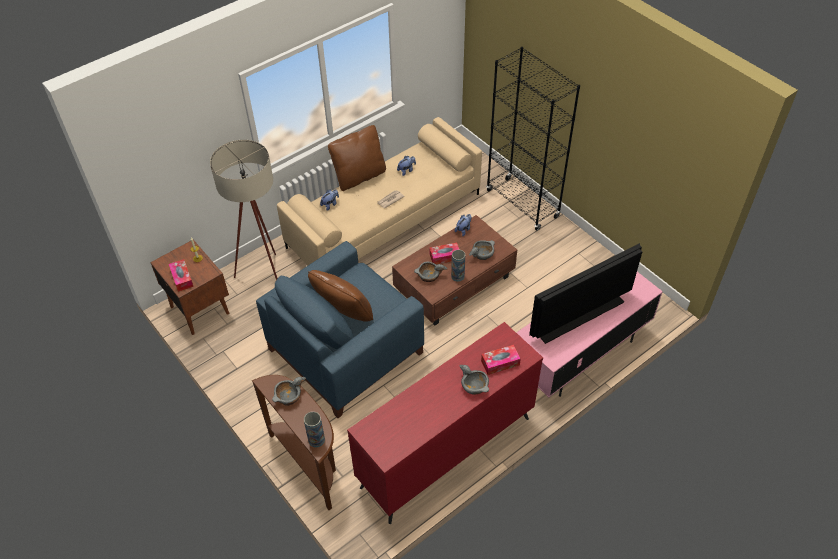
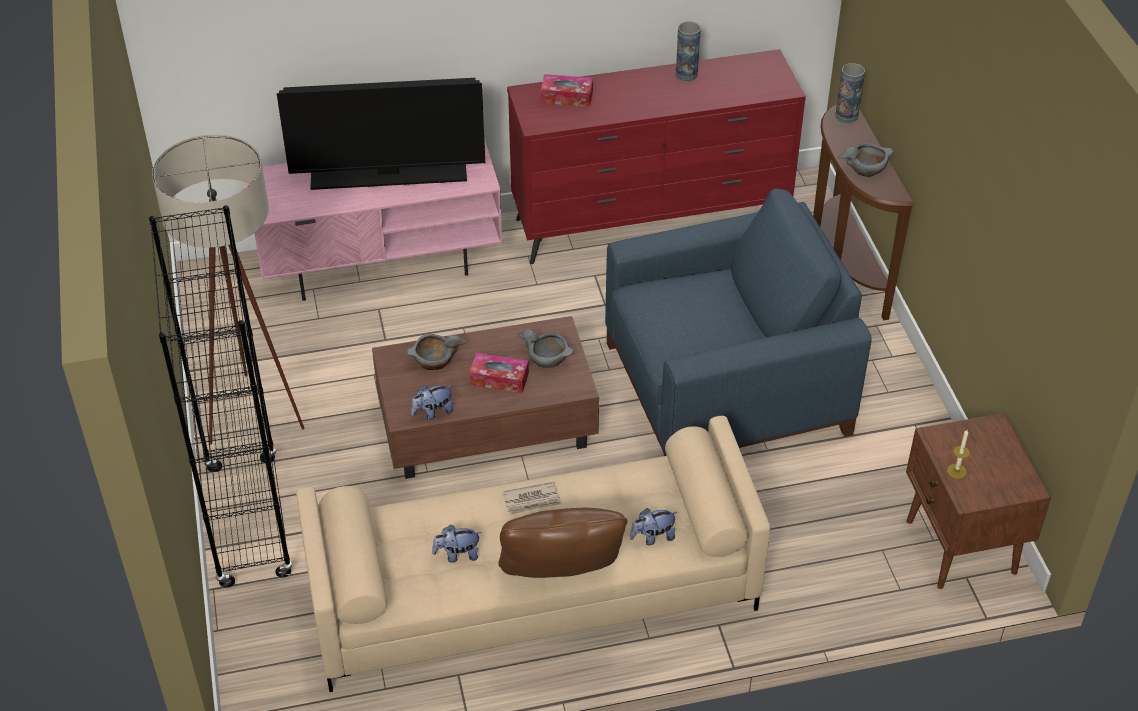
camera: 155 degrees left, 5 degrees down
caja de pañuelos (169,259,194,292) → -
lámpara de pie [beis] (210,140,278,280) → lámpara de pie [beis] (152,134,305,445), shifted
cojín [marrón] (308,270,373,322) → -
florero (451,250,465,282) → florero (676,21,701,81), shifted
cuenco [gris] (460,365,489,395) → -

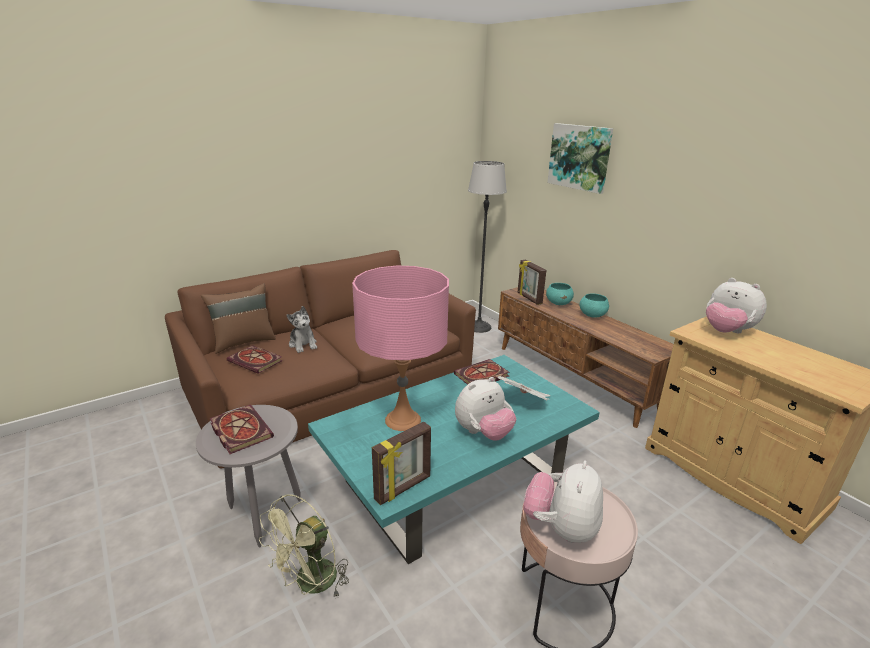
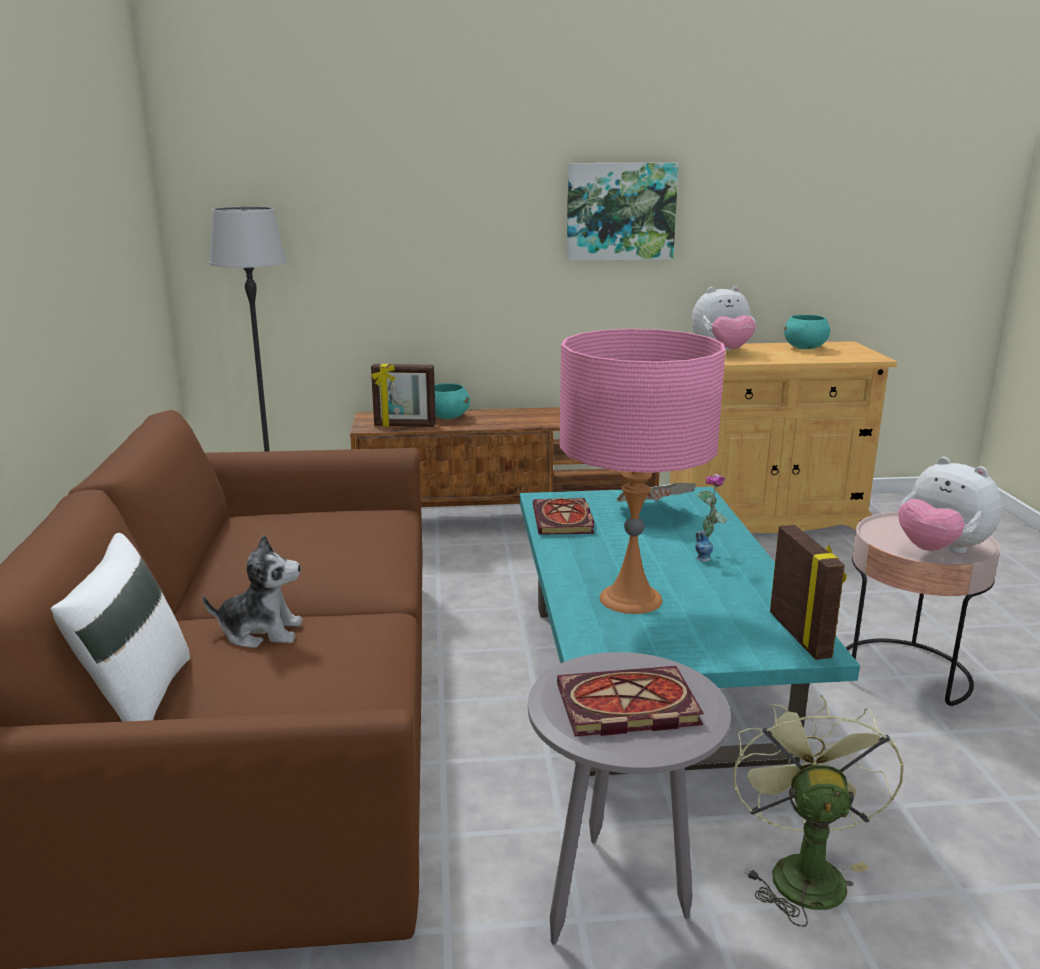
camera: 60 degrees left, 5 degrees down
cojín [marrón] (201,283,276,354) → cojín [blanco] (51,533,190,722)
libro (227,345,283,374) → -
ventilador [verde] (259,494,349,597) → ventilador [verde] (733,695,904,927), 150 degrees counterclockwise
peluche (455,377,516,441) → florero (695,474,727,562)
cuadro (547,123,613,194) → cuadro (567,163,679,261), shifted
cuenco [turquesa] (580,294,609,318) → cuenco [turquesa] (784,315,830,349), shifted

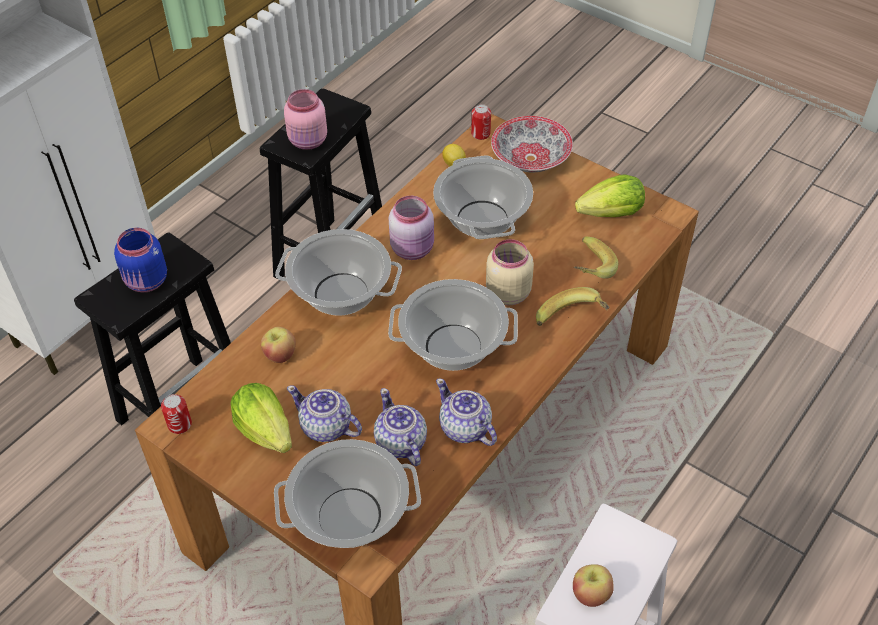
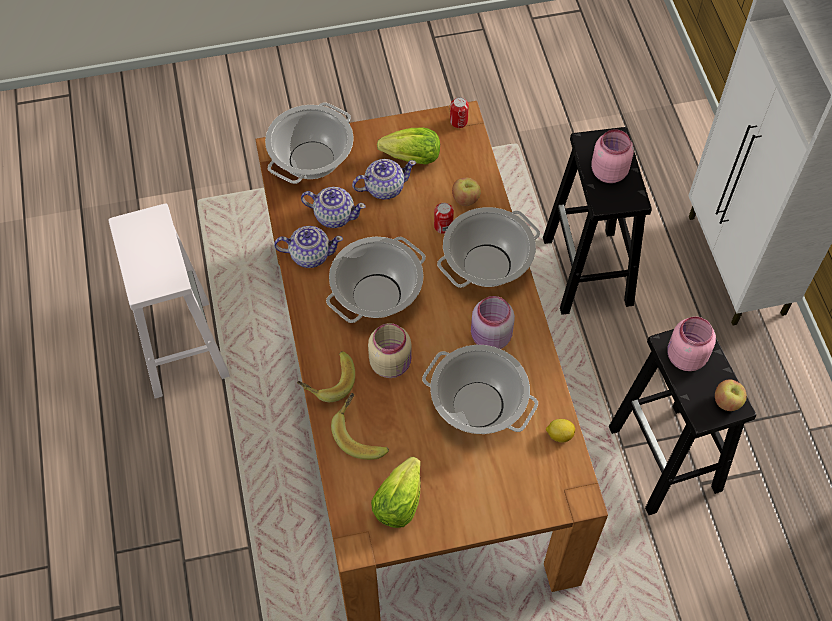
camera: 130 degrees right, 10 degrees up
tarro [azul] (114,228,167,292) → tarro [rosa] (591,129,634,183)
lata (471,104,491,140) → lata (434,203,454,234), shifted
cuenco (491,116,573,172) → -
manzana (573,564,614,607) → manzana (715,379,747,411), shifted

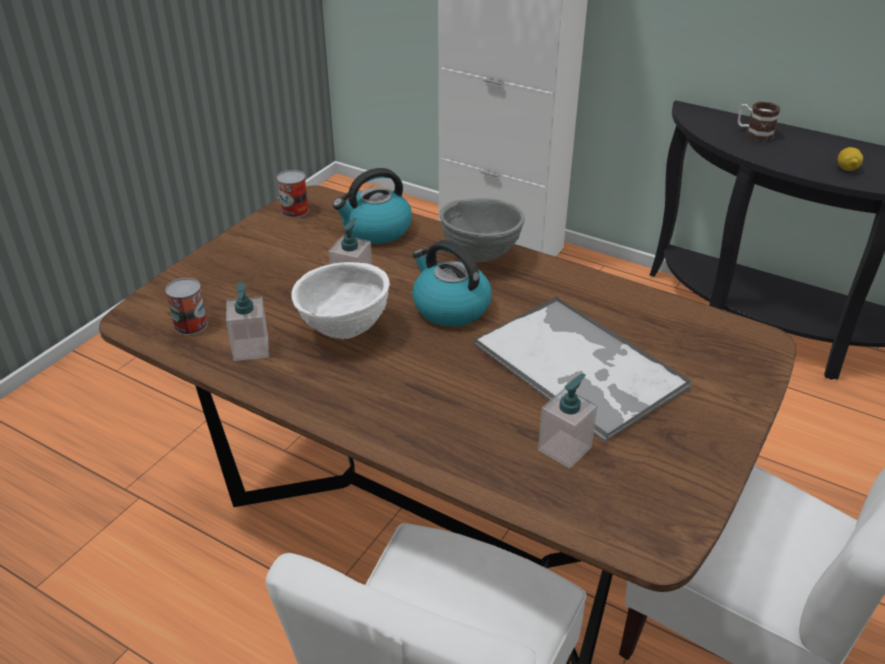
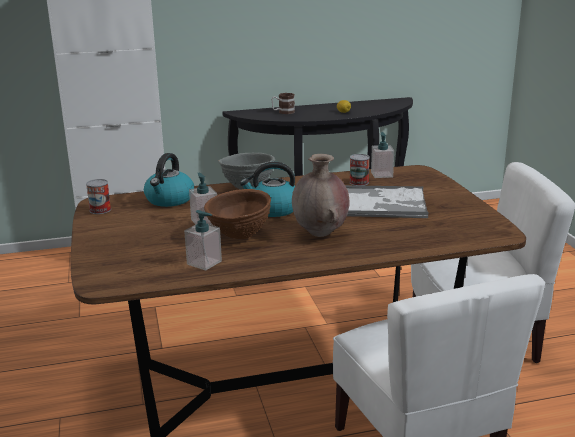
camera: 45 degrees left, 15 degrees down
lata (165,278,208,335) → lata (349,154,370,186), shifted
cuenco [blanco] (291,262,390,340) → cuenco [marrón] (204,189,271,239)
dispensador de jabón (538,373,598,468) → dispensador de jabón (371,132,394,178), shifted
- → florero [marrón] (292,154,349,237)

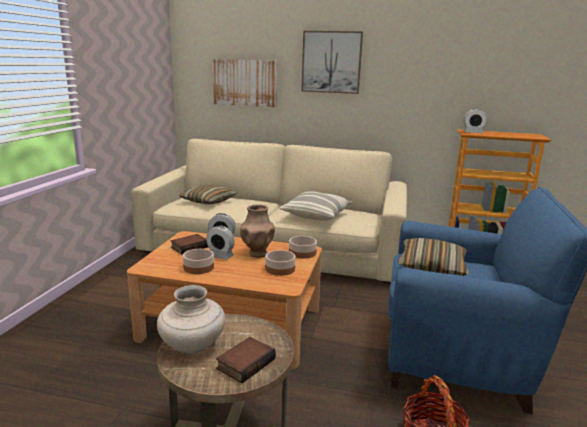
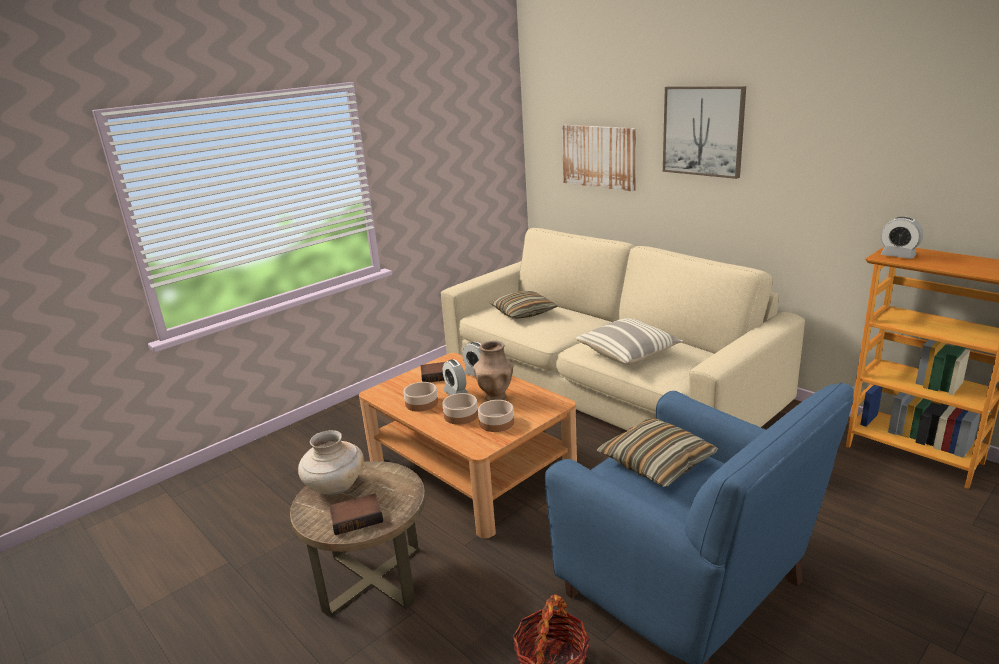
camera: 35 degrees right, 5 degrees up
cuenco (289,236,317,259) → cuenco (443,393,478,425), shifted

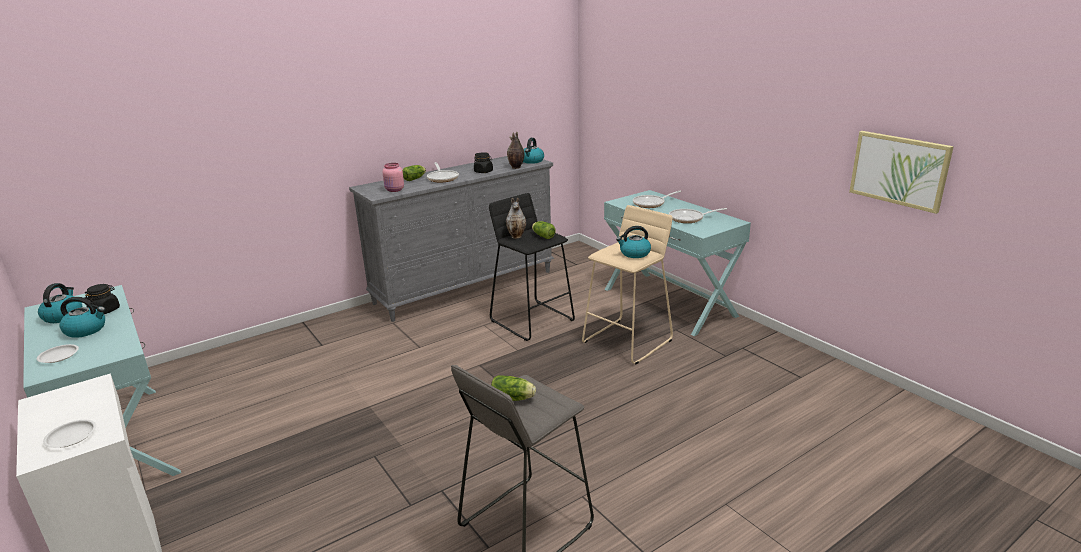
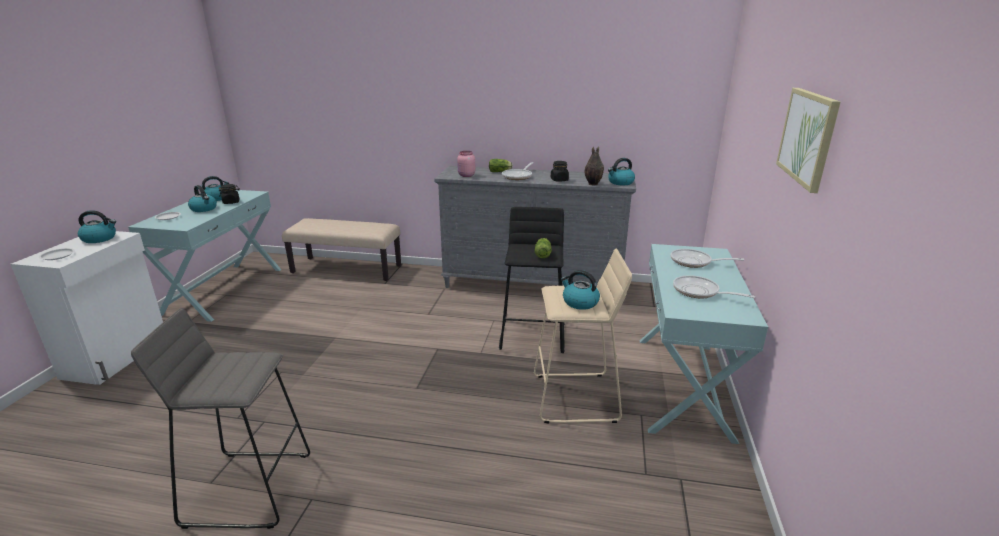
camera: 45 degrees right, 0 degrees up
lechuga (491,375,536,401) → -
florero (506,198,526,239) → -
cuadro (849,131,954,214) → cuadro (776,88,841,193), shifted
- → hervidor (78,210,116,243)
- → banco [beis] (282,218,401,281)

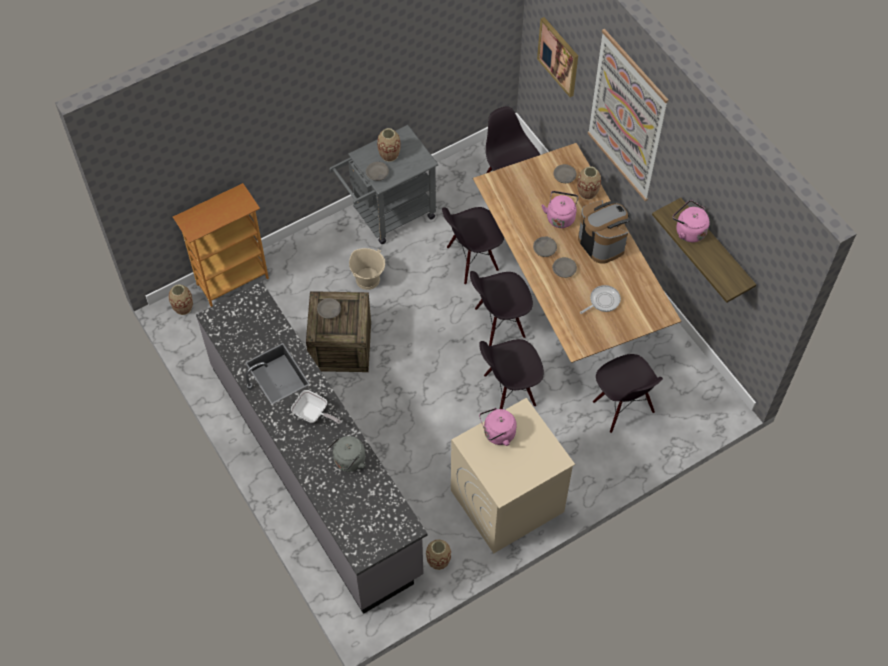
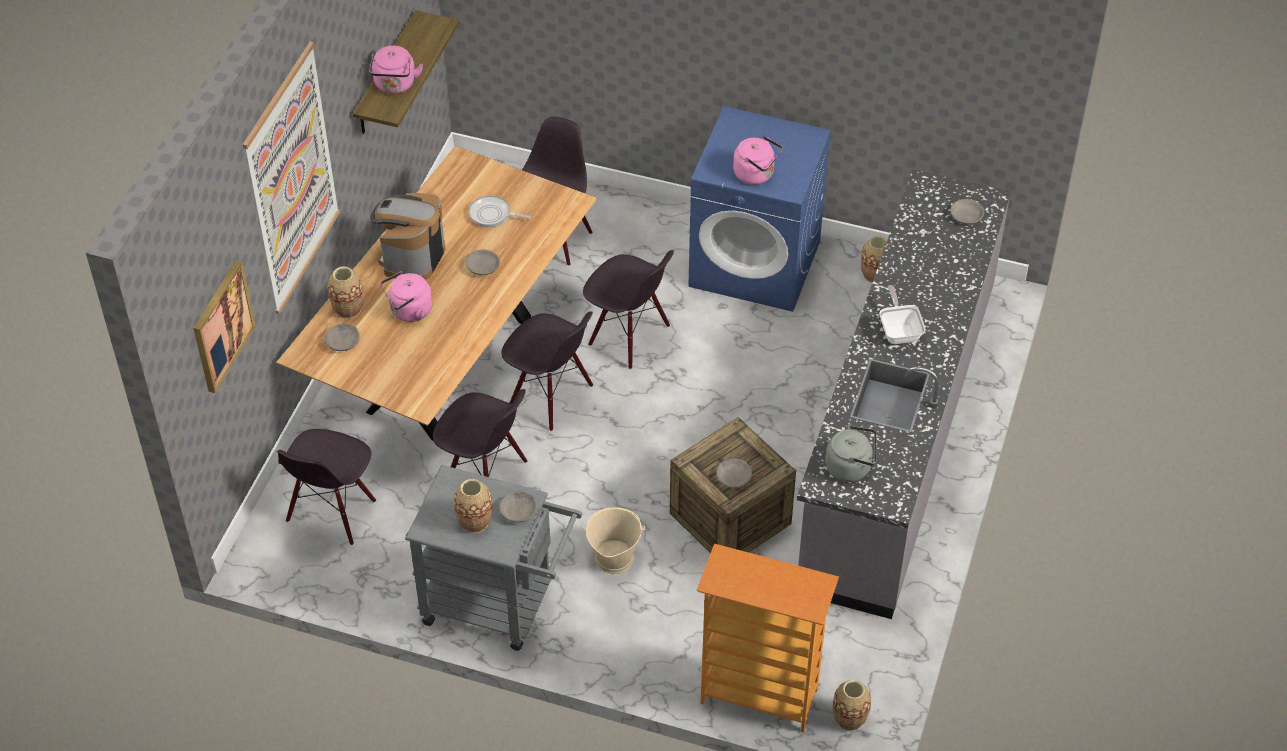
camera: 130 degrees left, 10 degrees down
hervidor [gris] (326,436,366,472) → hervidor [gris] (825,424,877,482), shifted
lavadora [beis] (451,398,575,553) → lavadora [azul] (688,106,831,312)
cuenco [gris] (533,236,557,257) → cuenco [gris] (950,199,984,225), shifted

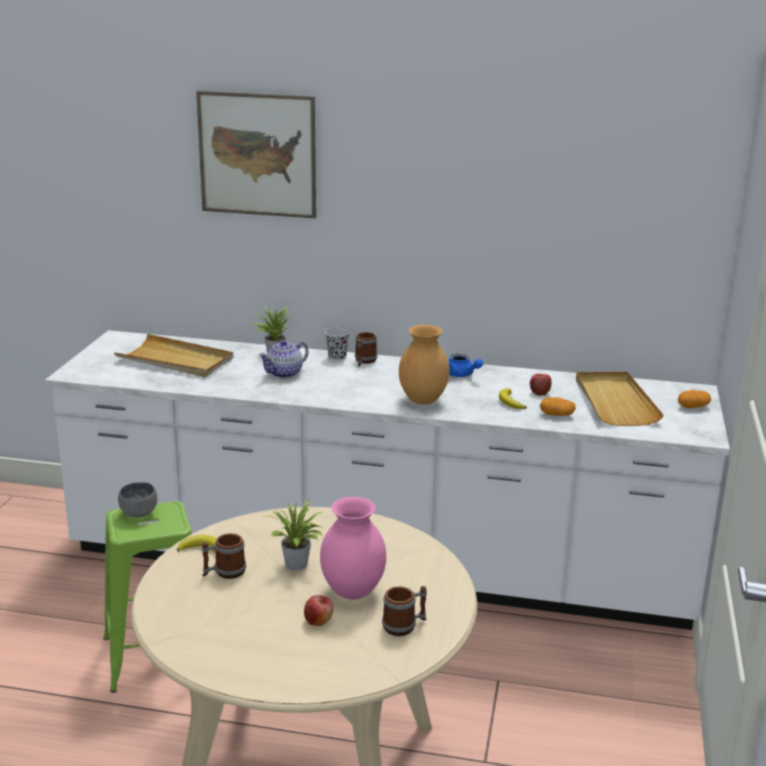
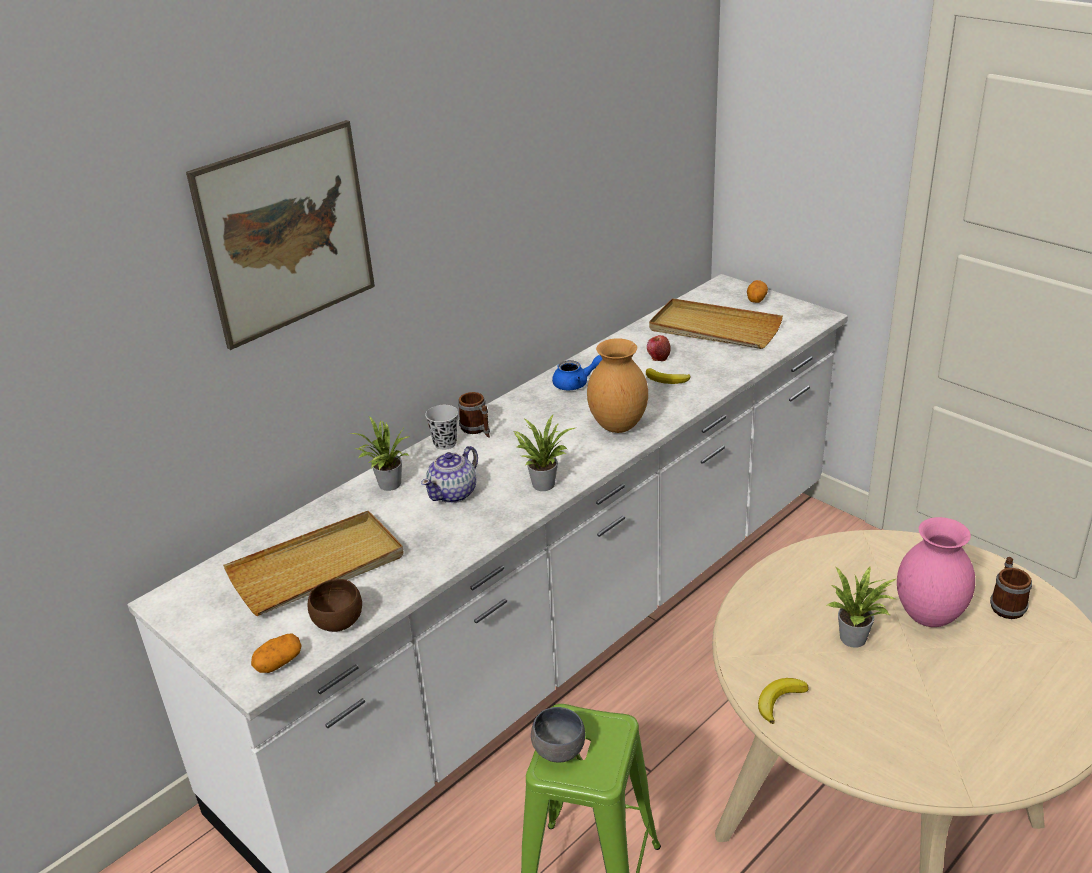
camera: 55 degrees left, 10 degrees up
taza grande (202,533,246,579) → -
tetera (259,340,309,378) → tetera (421,446,478,503), 45 degrees clockwise
manzana (304,595,333,626) → -
patata (540,397,576,416) → patata (251,633,302,673), shifted
- → cuenco [marrón] (308,579,362,632)
- → planta en maceta (514,415,575,491)

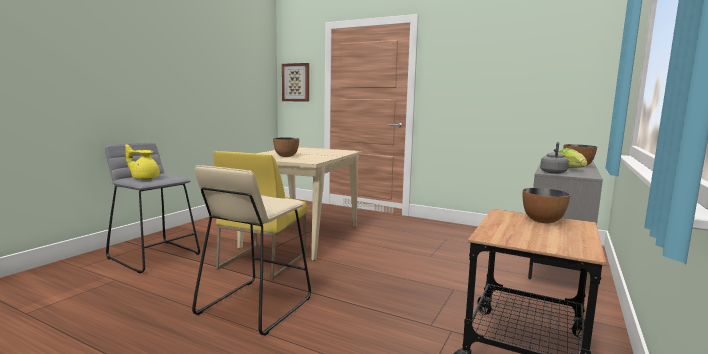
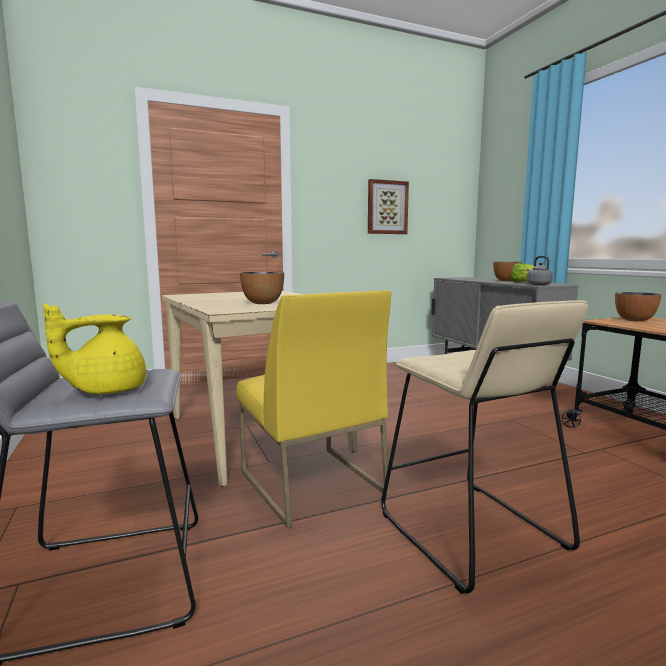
camera: 50 degrees left, 0 degrees up
cuadro (282,63,309,102) → cuadro (368,179,409,234), shifted

